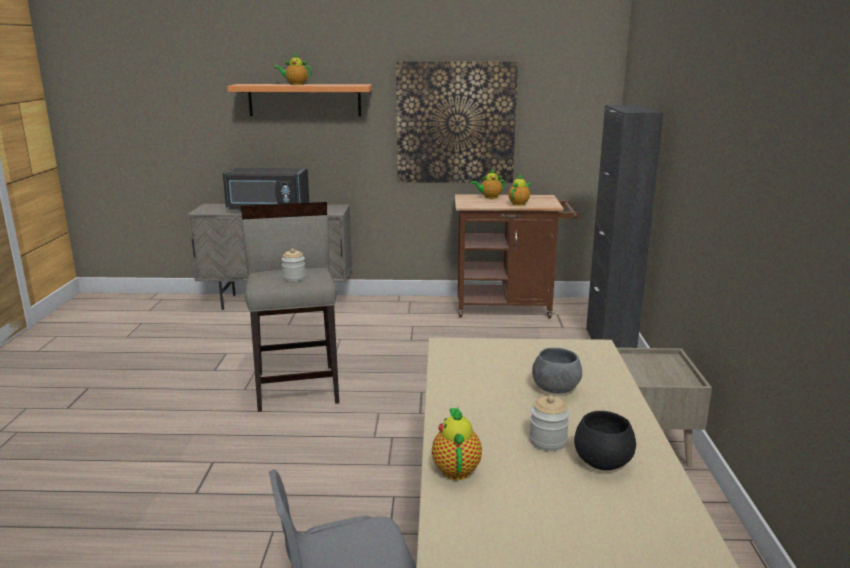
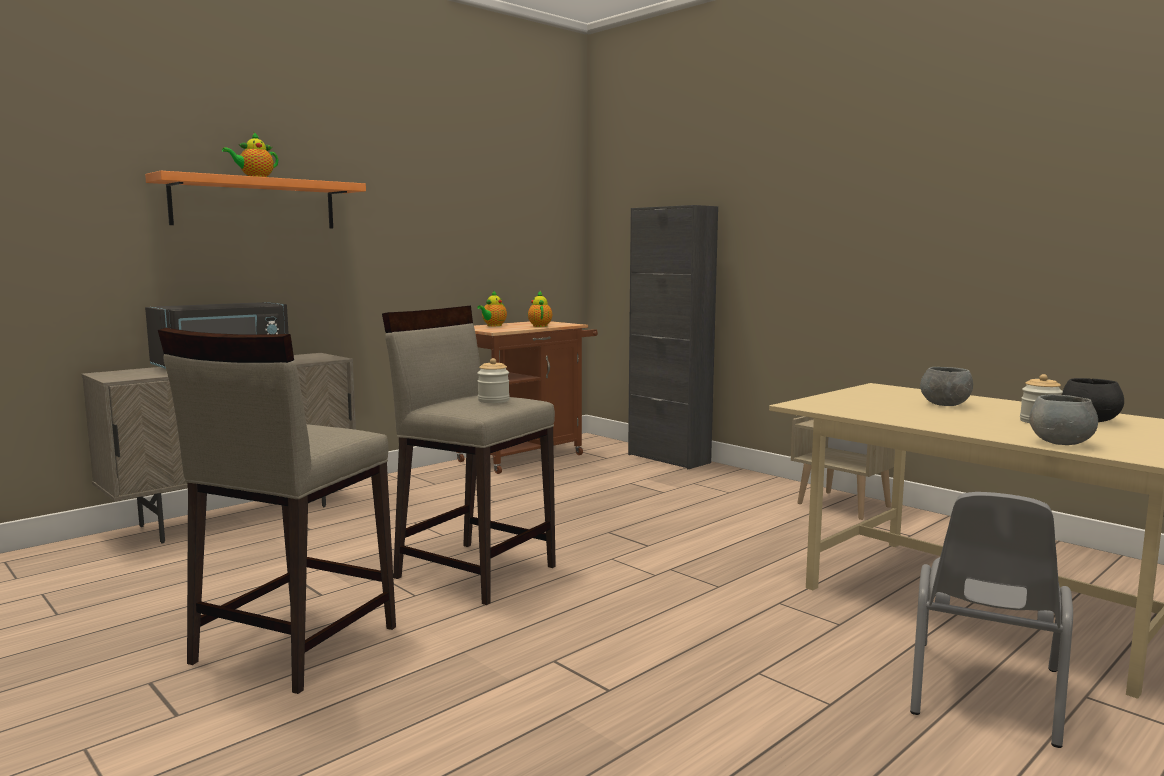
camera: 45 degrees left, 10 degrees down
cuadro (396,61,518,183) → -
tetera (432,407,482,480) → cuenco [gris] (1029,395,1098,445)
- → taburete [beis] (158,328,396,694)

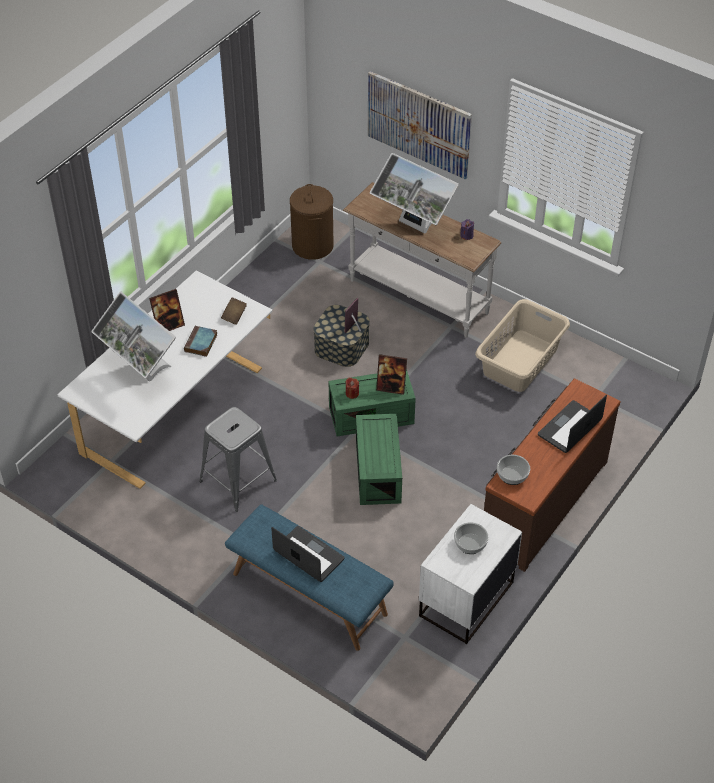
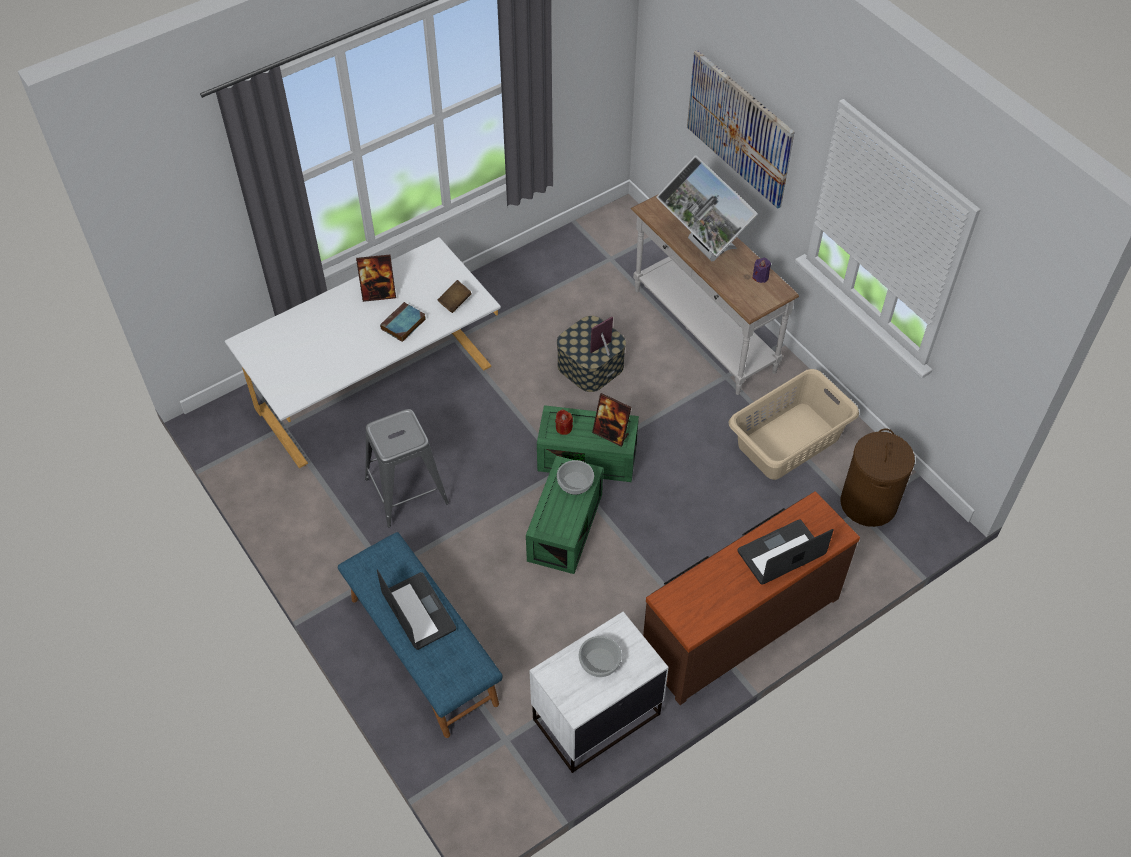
camera: 20 degrees right, 5 degrees up
monitor (91,292,176,381) → -
cesto de la ropa [marrón] (290,184,334,260) → cesto de la ropa [marrón] (840,428,915,527), shifted
cuenco (497,455,530,485) → cuenco (557,460,594,495), shifted

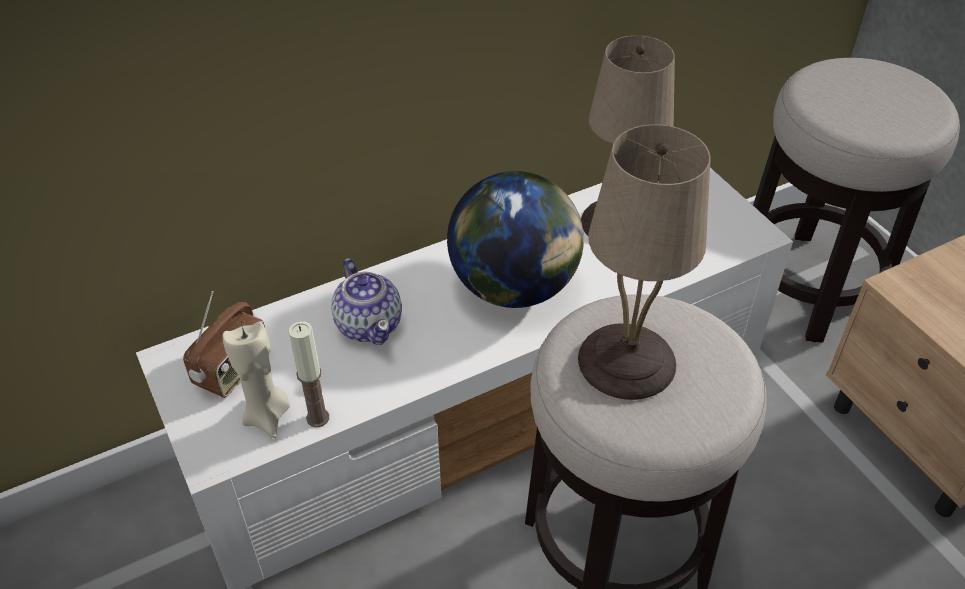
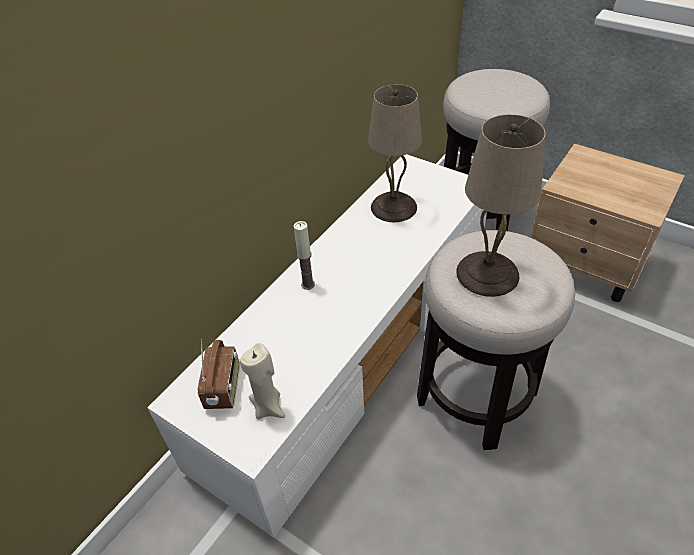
camera: 25 degrees left, 0 degrees up
vela (288,321,329,427) → vela (294,221,315,290), shifted
tetera (331,258,402,345) → -
globo terráqueo (447,171,584,308) → -

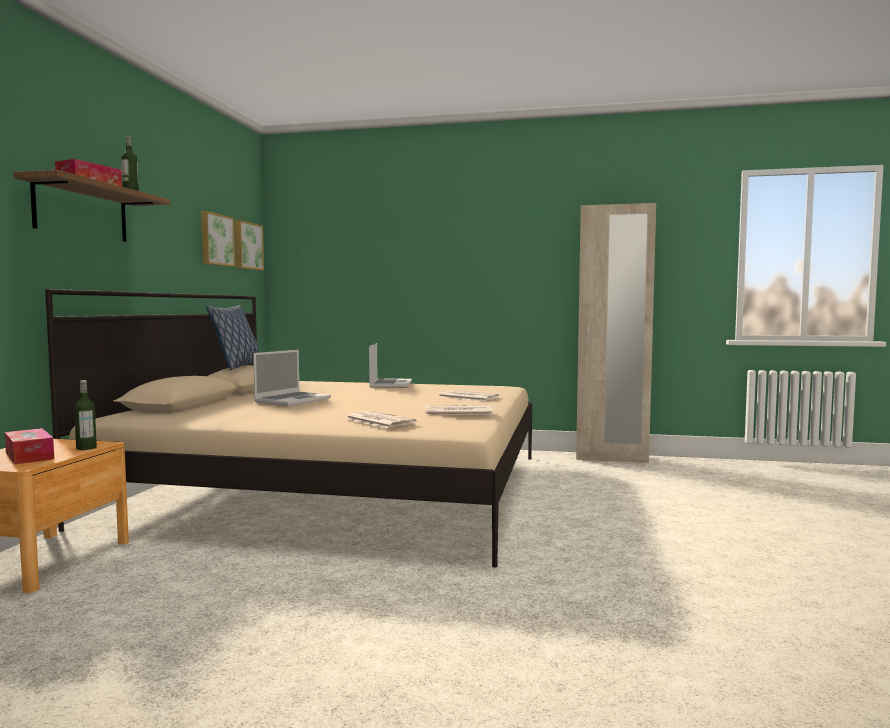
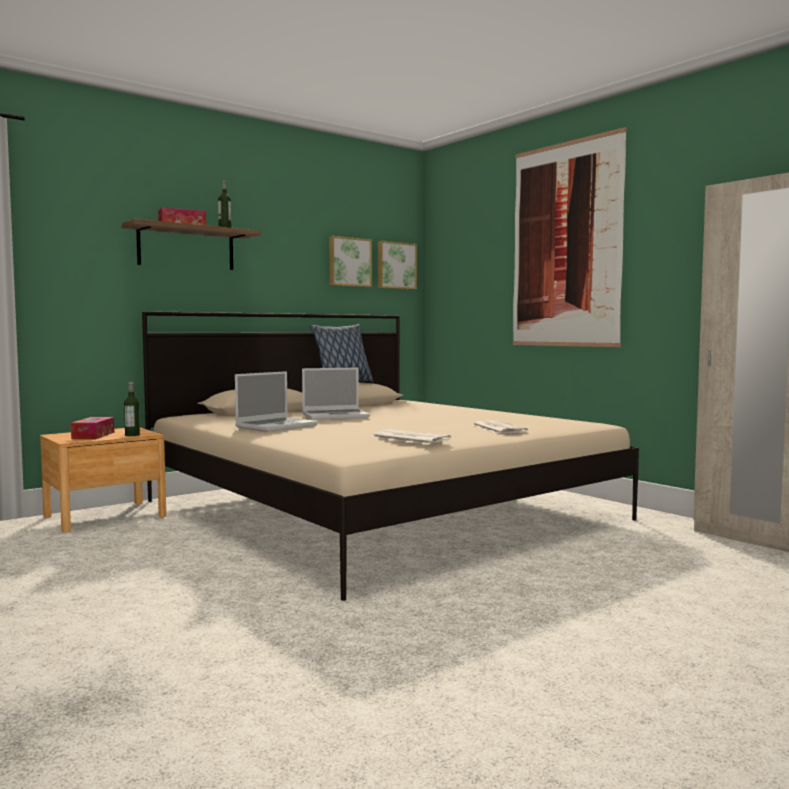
camera: 40 degrees right, 0 degrees up
periódico (345,411,417,428) → -
portátil (369,343,412,388) → portátil (235,371,318,432), shifted
- → cuadro (513,127,627,347)

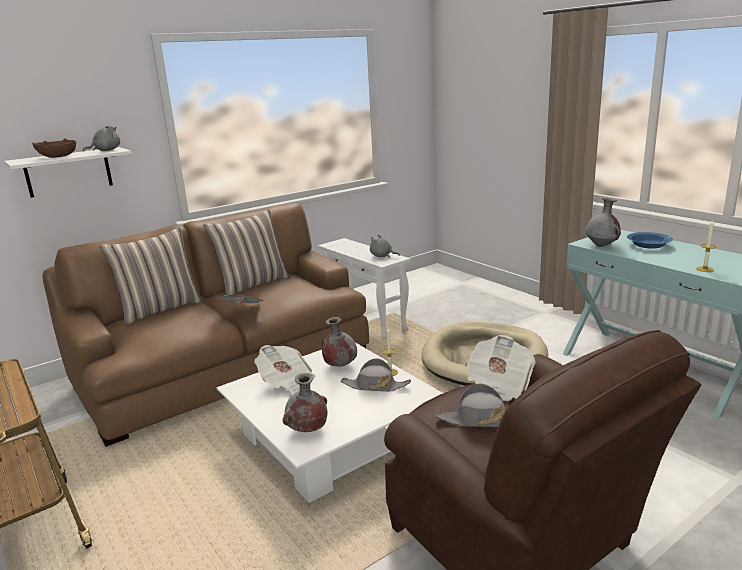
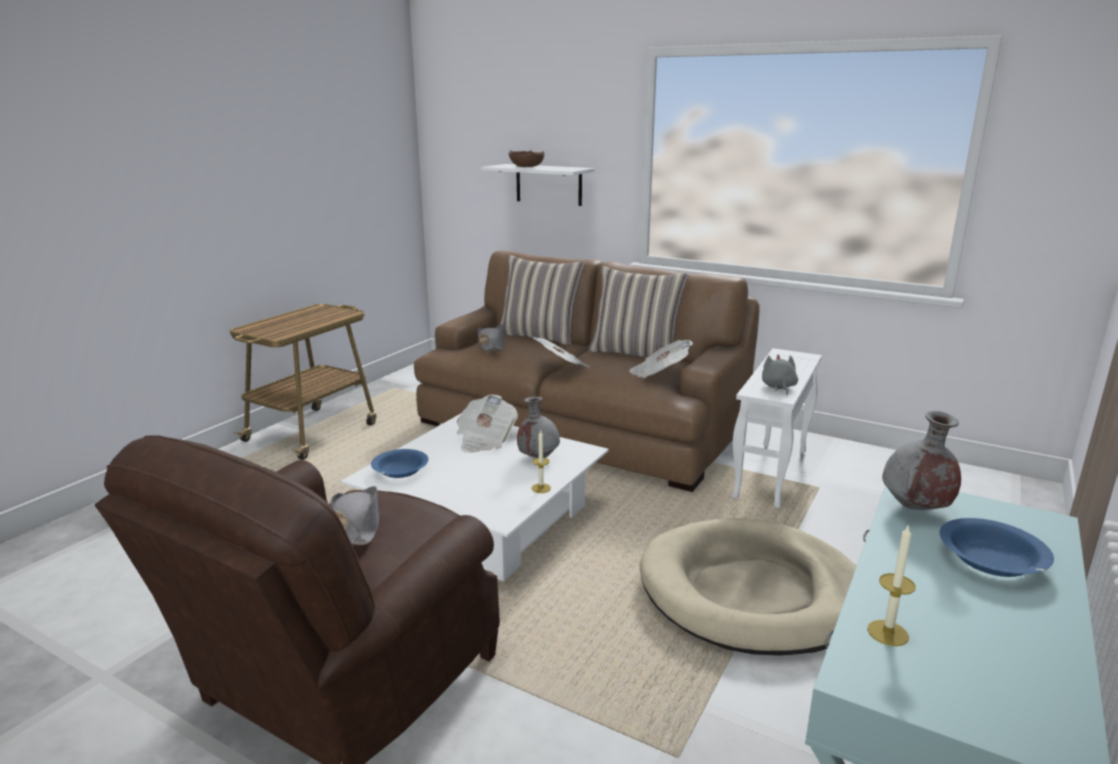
camera: 65 degrees right, 0 degrees up
peluche [gris] (83,126,120,152) → -
florero [gris] (283,373,328,432) → cuenco [azul] (371,449,429,478)
sombrero [gris] (341,358,411,392) → sombrero [gris] (478,324,504,351), shifted
periódico (465,335,536,401) → periódico (629,340,693,379), shifted

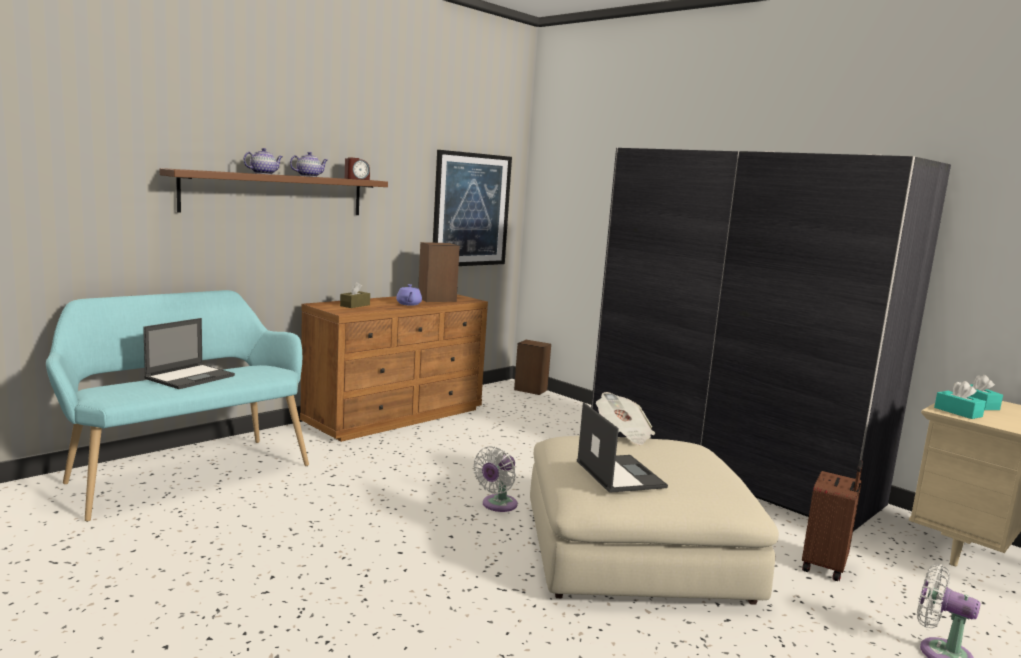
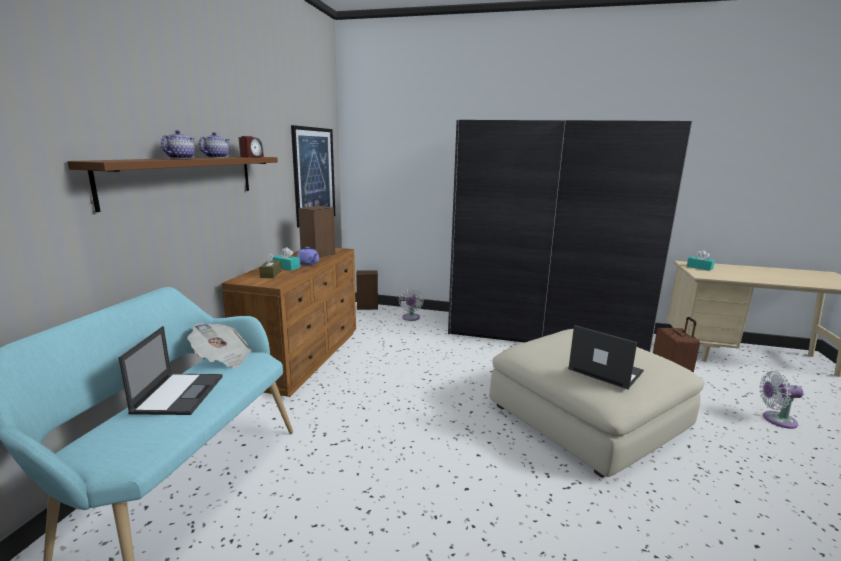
camera: 30 degrees left, 5 degrees up
ventilador [blanco] (473,446,518,512) → ventilador [blanco] (399,288,423,321), shifted
periódico (596,392,655,445) → periódico (187,323,252,368), shifted
caja de pañuelos [turquesa] (934,381,986,419) → caja de pañuelos [turquesa] (273,247,300,271), shifted

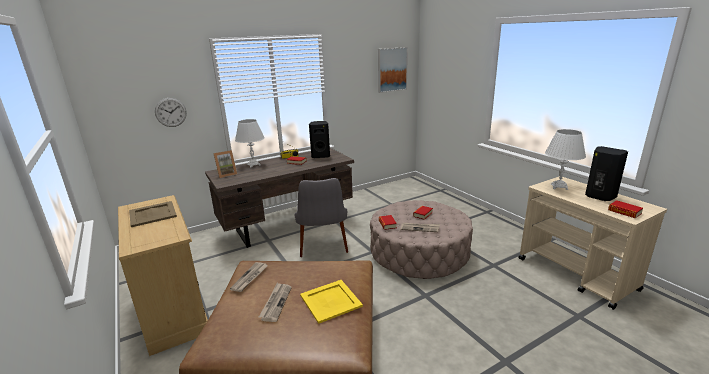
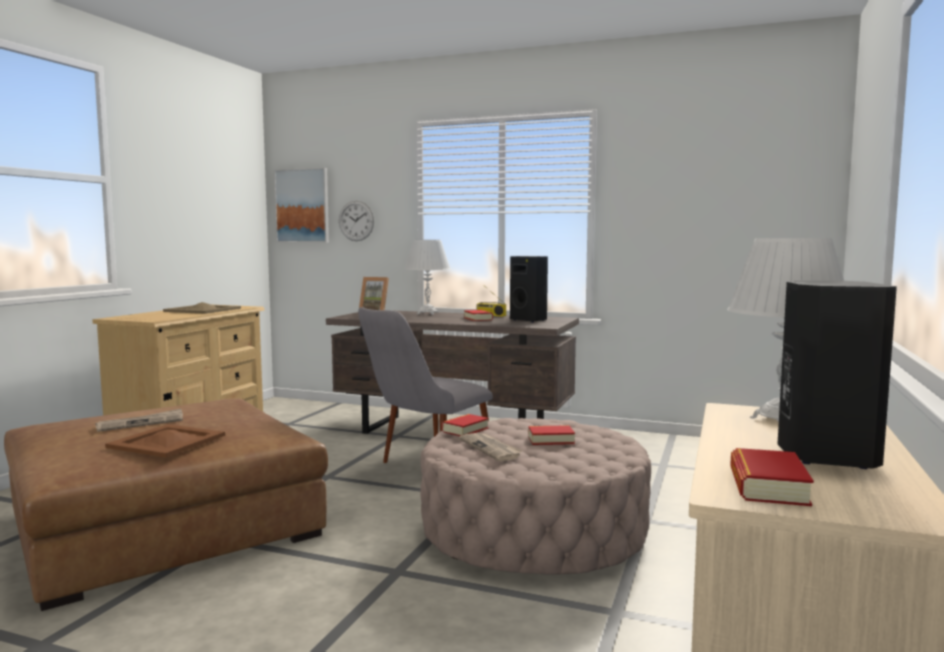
camera: 50 degrees right, 15 degrees down
periódico (230,262,268,292) → -
bandeja [amarillo] (300,280,363,324) → bandeja [marrón] (105,424,225,457)
cuadro (378,47,408,93) → cuadro (274,168,329,243), shifted

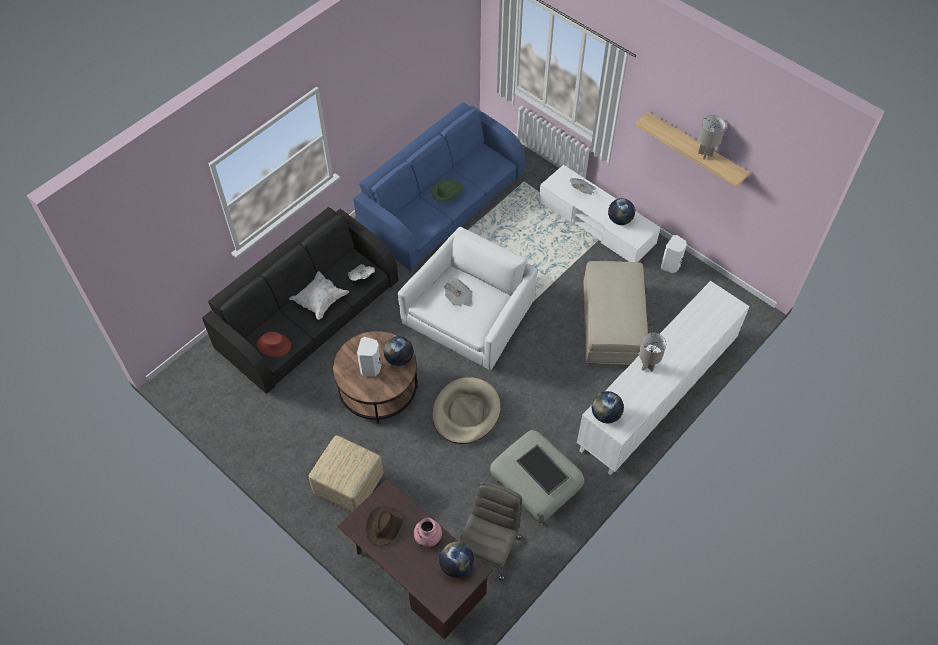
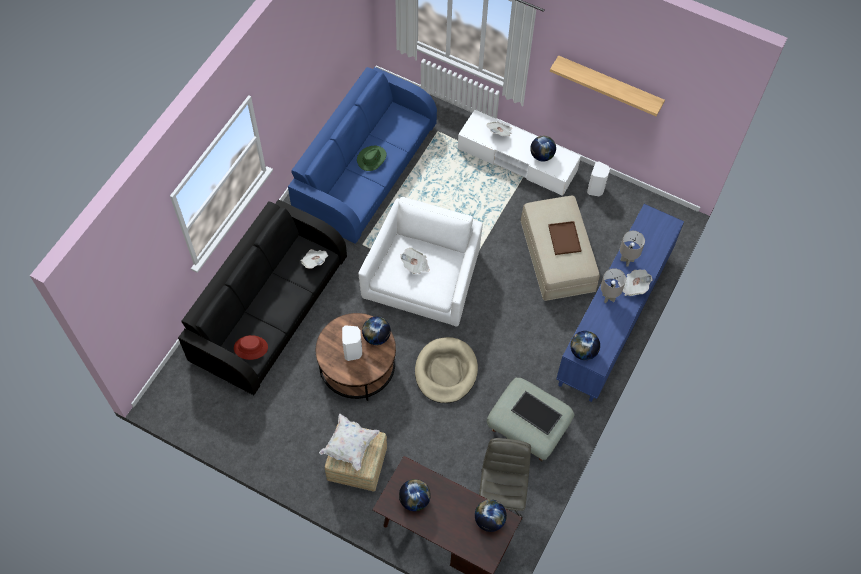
camera: 15 degrees left, 5 degrees up
cojín [blanco] (289,271,349,320) → cojín [blanco] (319,414,380,471), shifted
sombrero [marrón] (366,506,403,547) → globo terráqueo (399,479,431,511)
florero [rosa] (414,518,442,547) → -
armario [blanco] (577,281,749,475) → armario [azul] (556,204,684,402)
lámpara de mesa [gris] (698,115,726,159) → lámpara de mesa [gris] (620,231,645,267), shifted
- → bandeja [marrón] (548,221,582,255)
- → periódico (618,270,652,296)

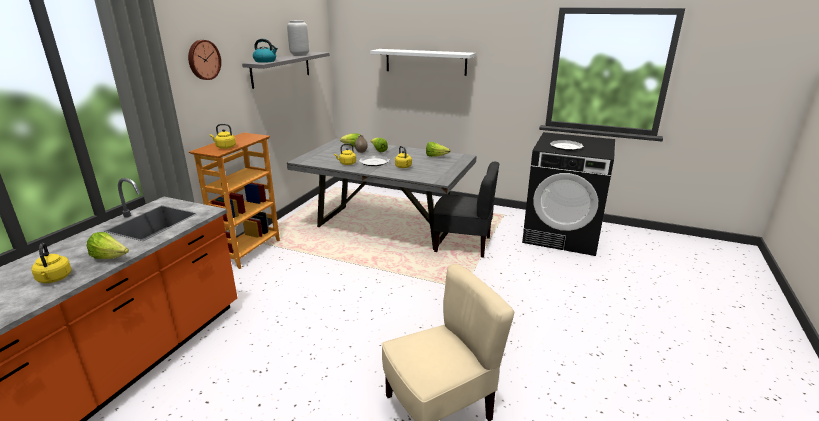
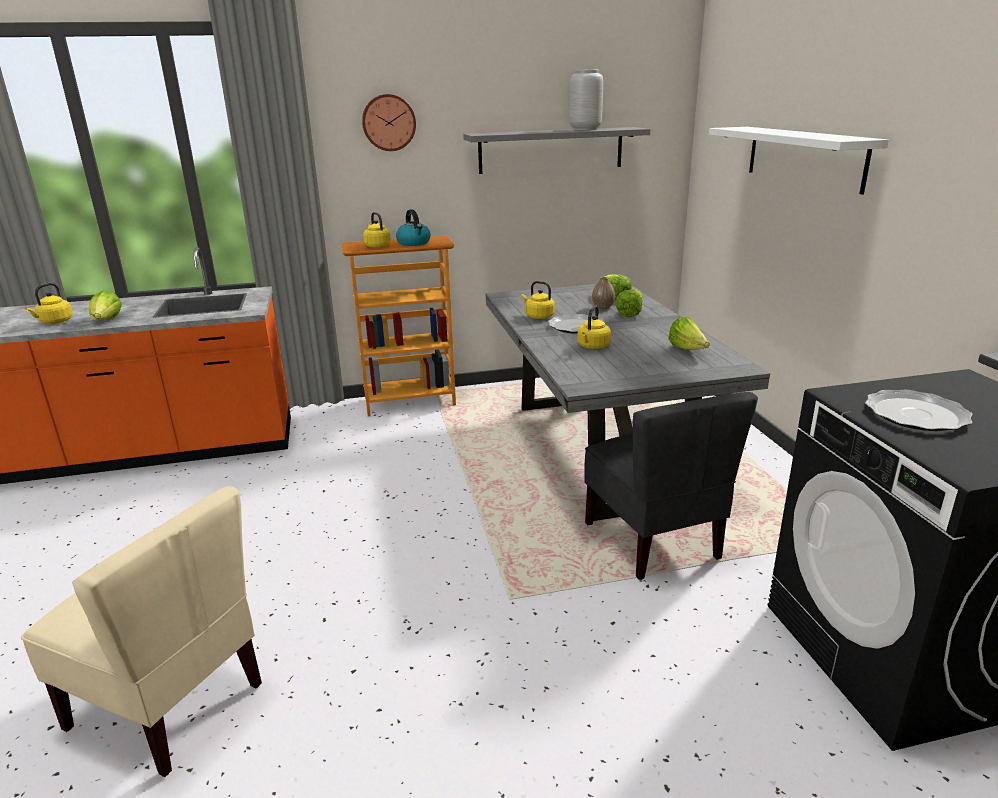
camera: 55 degrees right, 0 degrees up
hervidor (253,39,278,63) → hervidor (396,209,431,246), shifted

